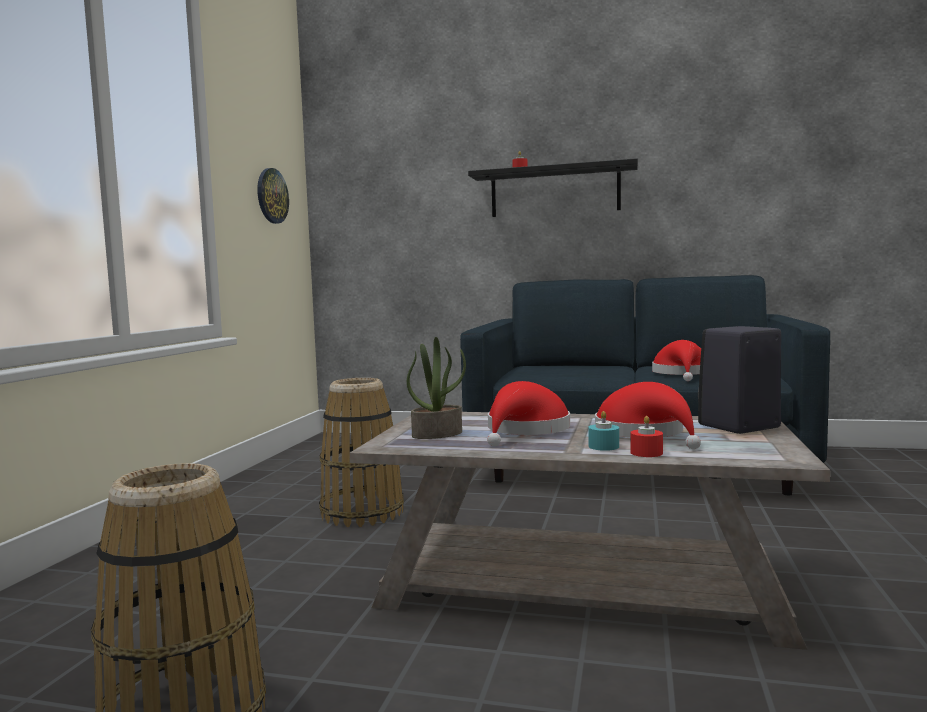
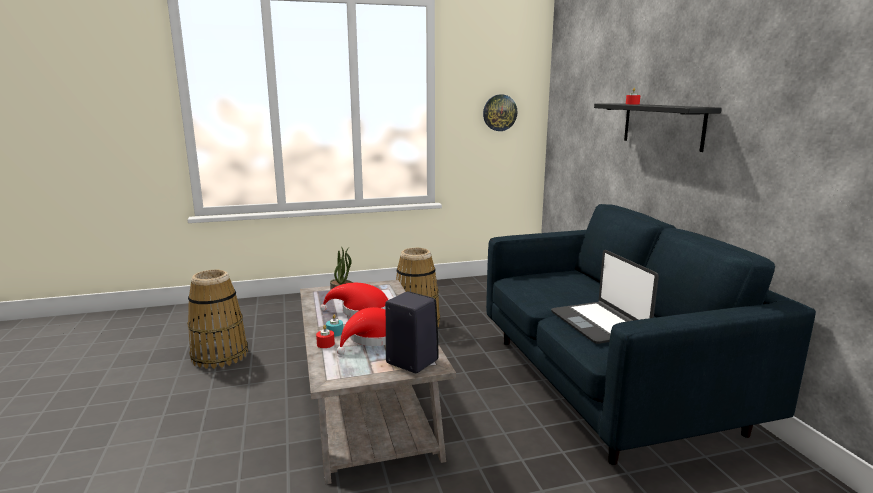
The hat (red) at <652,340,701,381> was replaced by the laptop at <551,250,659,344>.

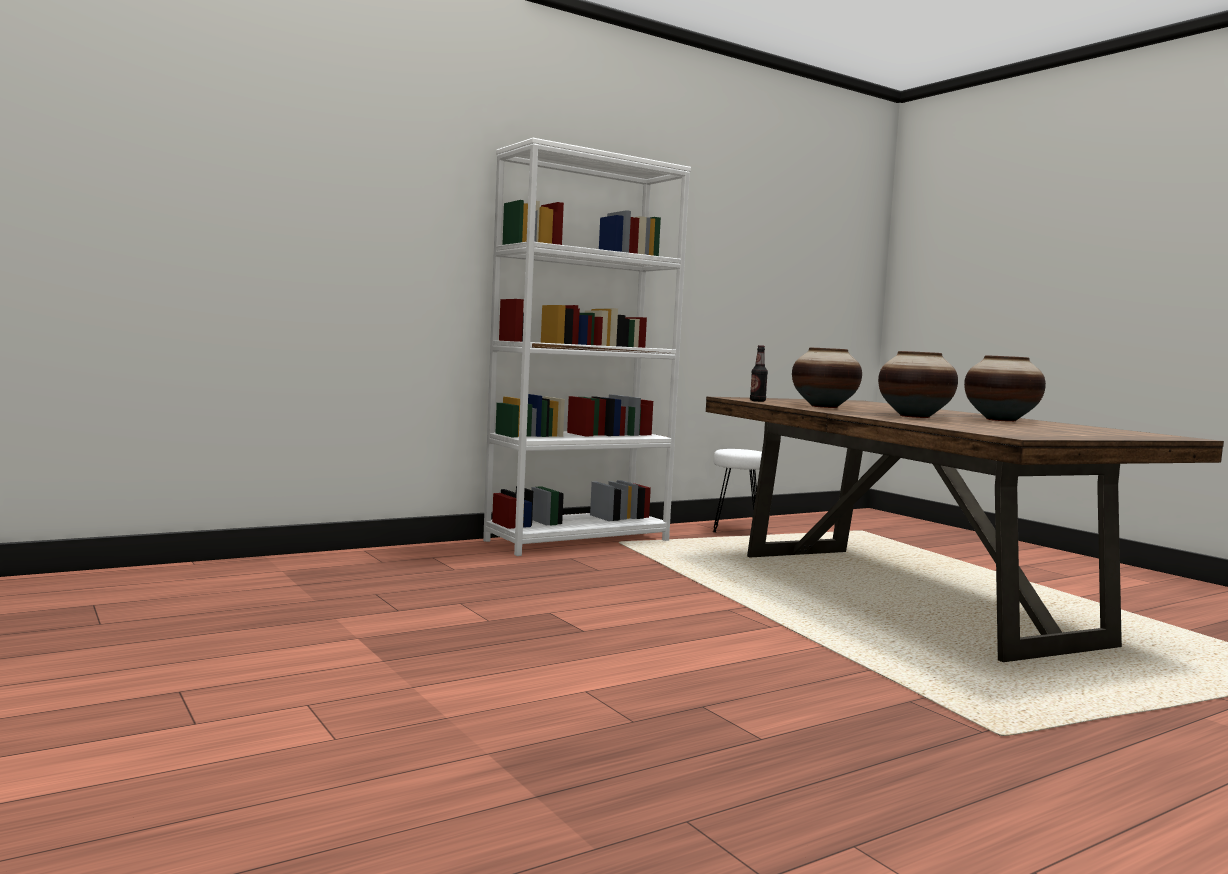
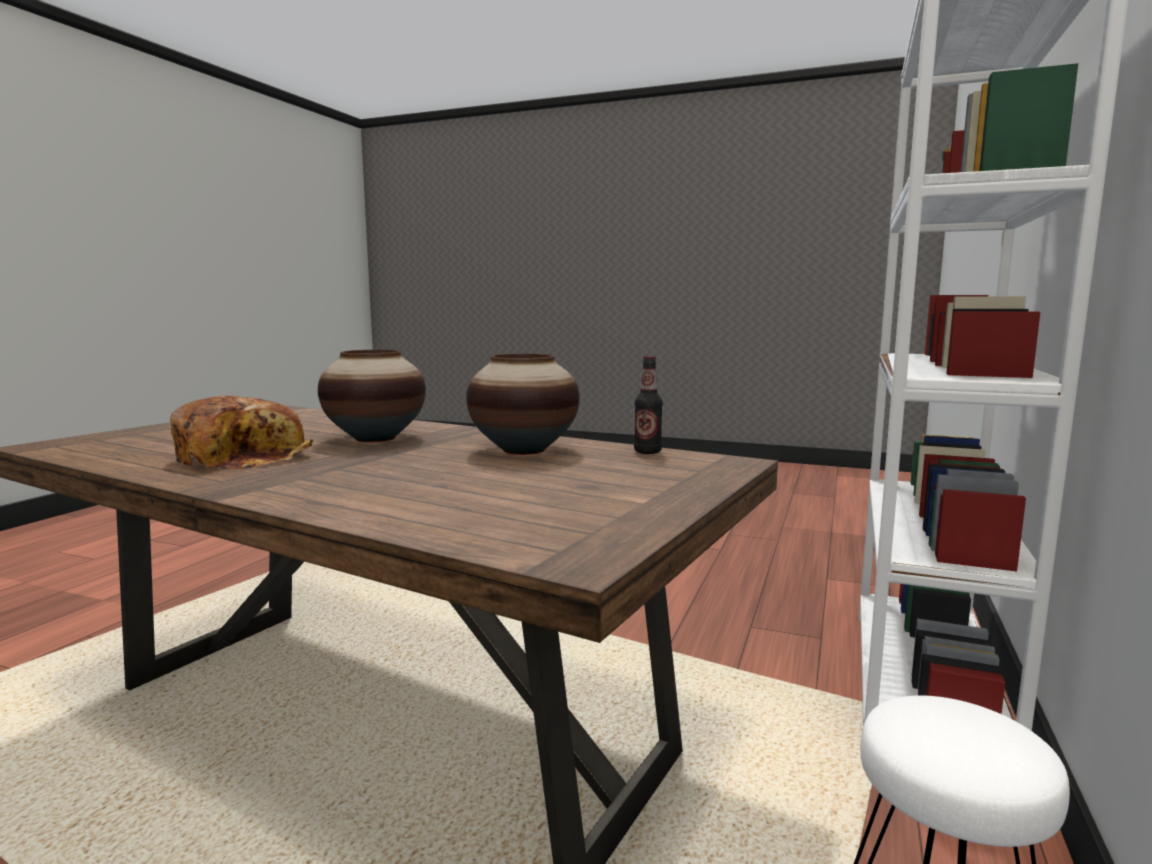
The vase at <964,355,1046,422> was replaced by the bread at <170,396,313,470>.

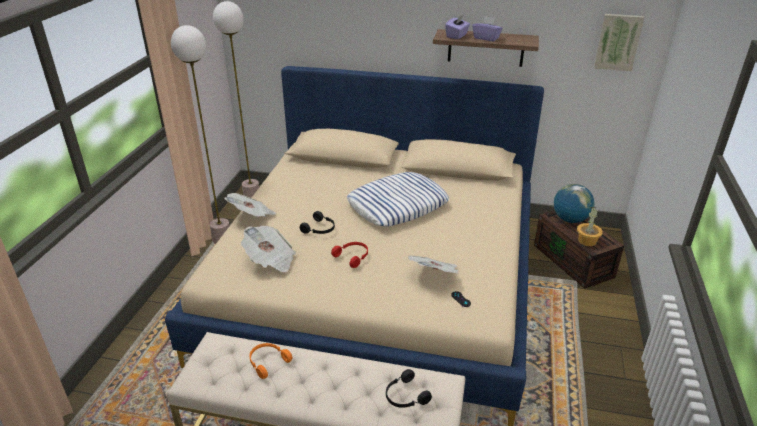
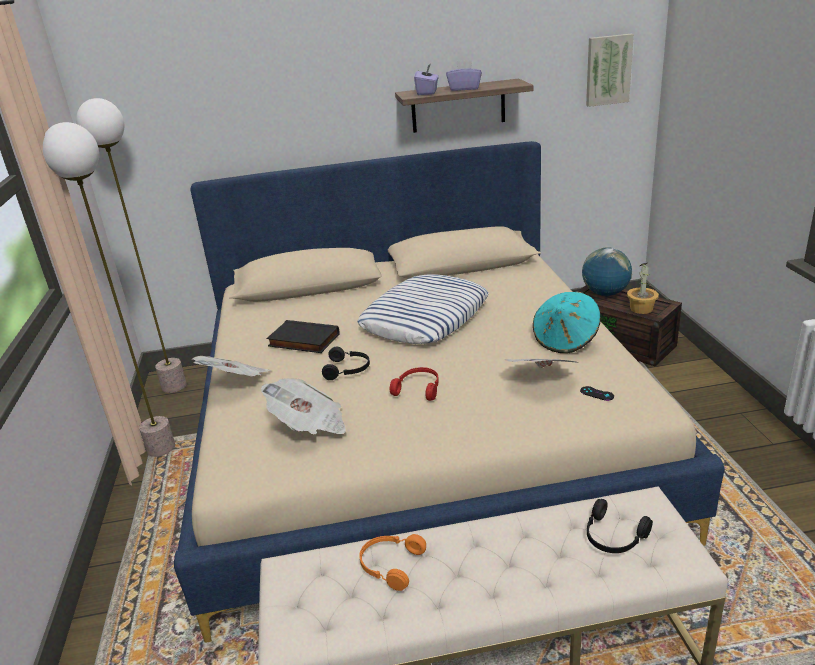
The hat (turquoise) at <533,291,601,353> appeared.
The book (black) at <266,320,340,353> appeared.

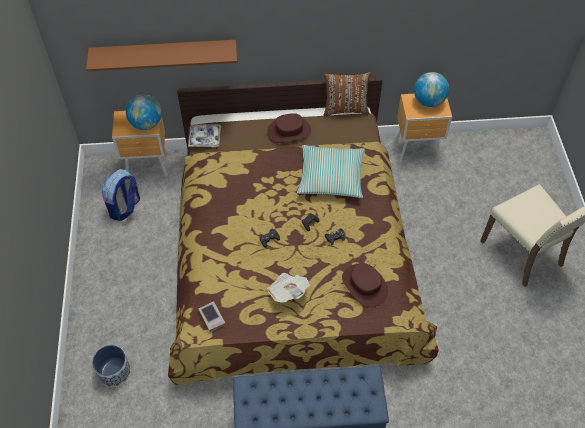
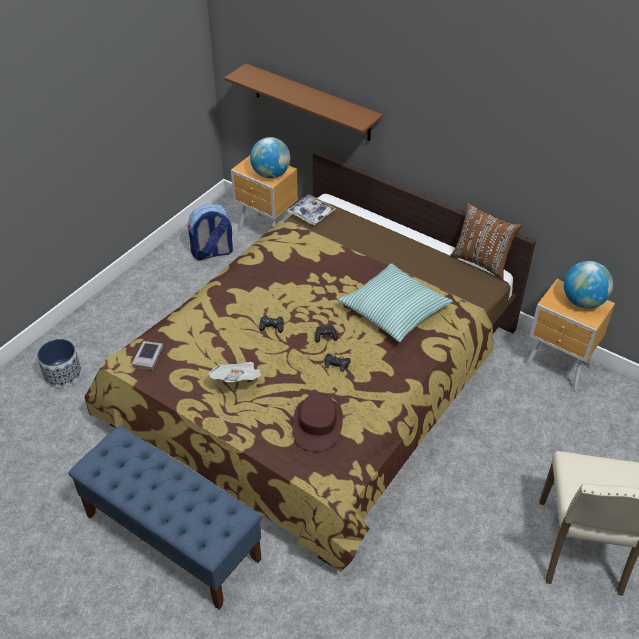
The hat (brown) at <267,113,311,143> disappeared.

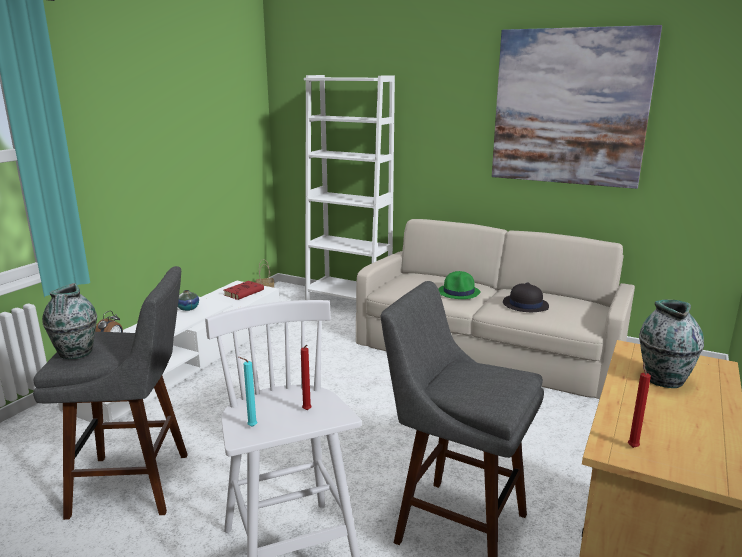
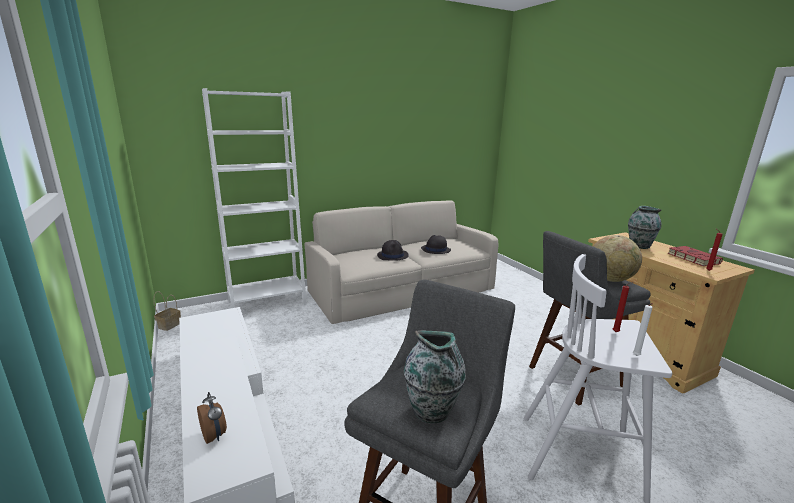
The picture at <492,25,662,189> disappeared.
The hat (green) at <438,271,481,299> became the hat (black) at <377,240,409,261>.
The book (red) moved from <224,281,264,300> to <668,246,723,266>.
The vase at <178,290,199,311> disappeared.
The candle (turquoise) at <239,357,257,427> became the candle (white) at <633,303,653,356>.
The globe at <593,235,642,282> appeared.

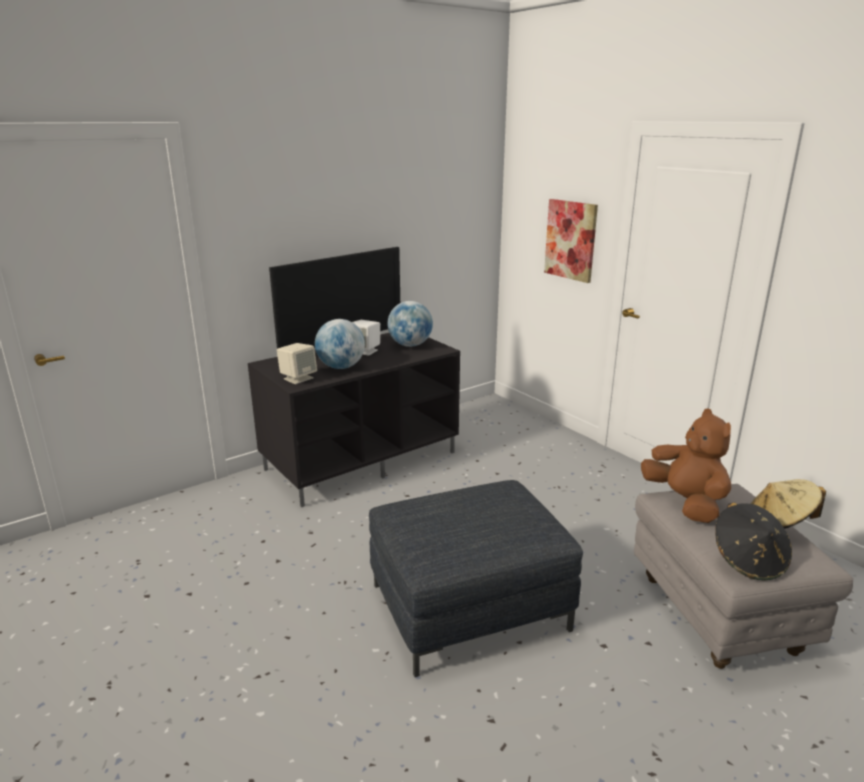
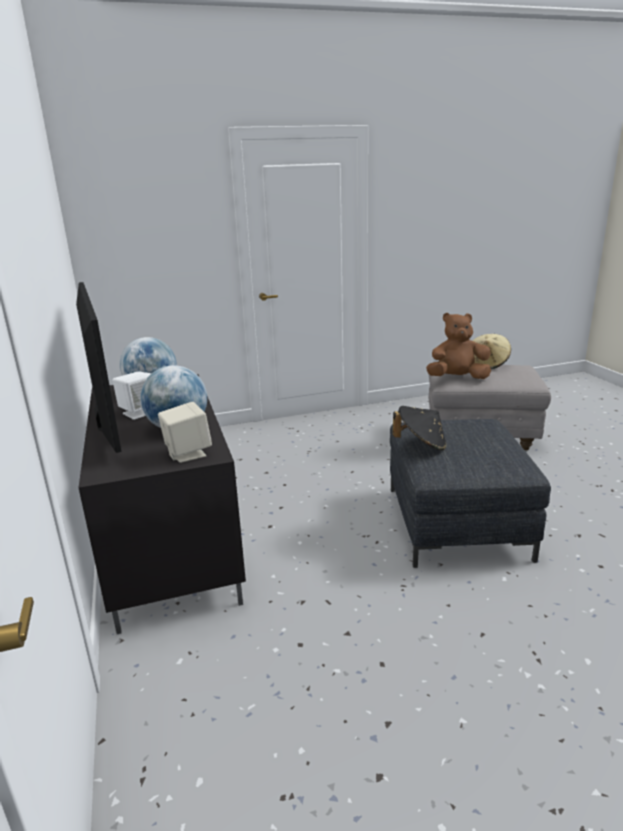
The picture at <544,199,598,283> disappeared.
The hat (black) moved from <715,503,792,581> to <392,406,446,450>.

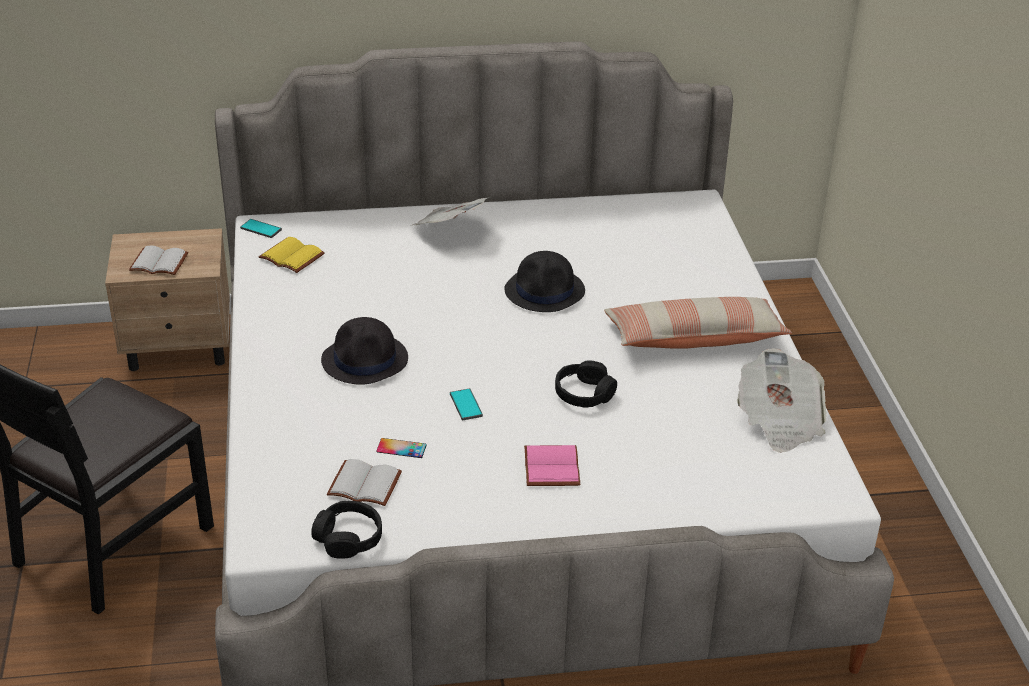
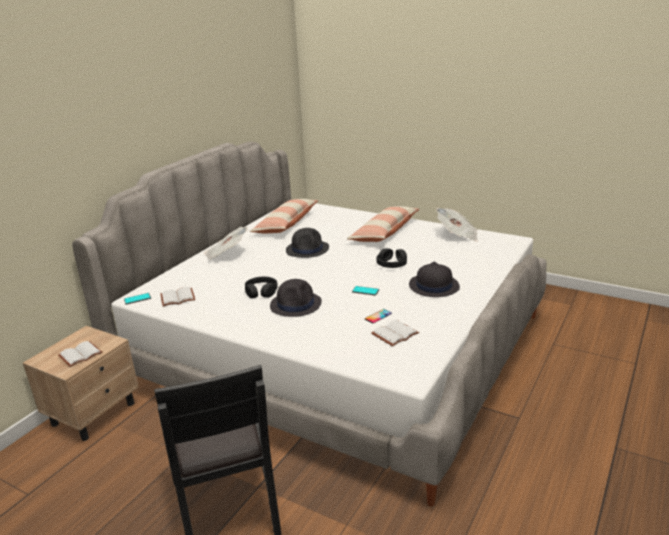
The book (yellow) at <258,237,325,273> became the book (white) at <160,287,195,307>.
The book (pink) at <524,445,580,486> was replaced by the hat (black) at <409,262,460,297>.
The headphones (black) moved from <311,501,382,559> to <245,276,277,298>.
The pillow at <250,199,318,233> appeared.

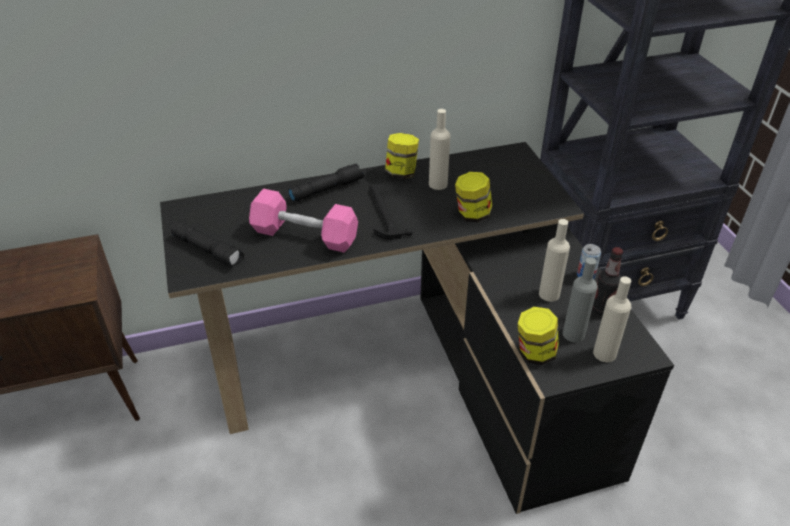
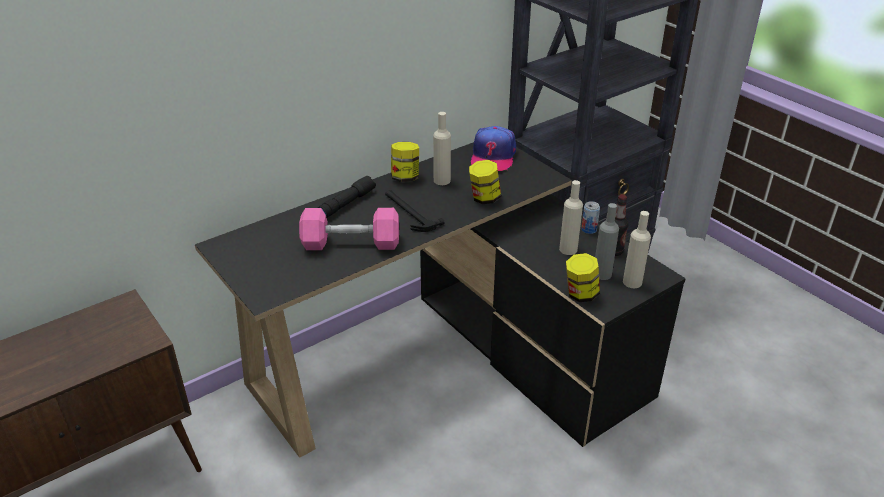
The flashlight (black) at <171,221,244,268> disappeared.
The cap at <471,126,516,171> appeared.

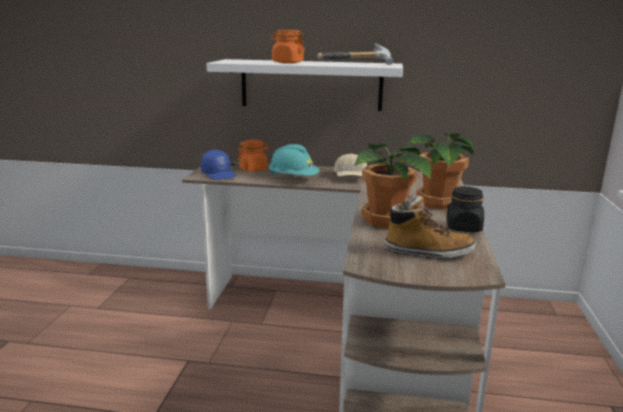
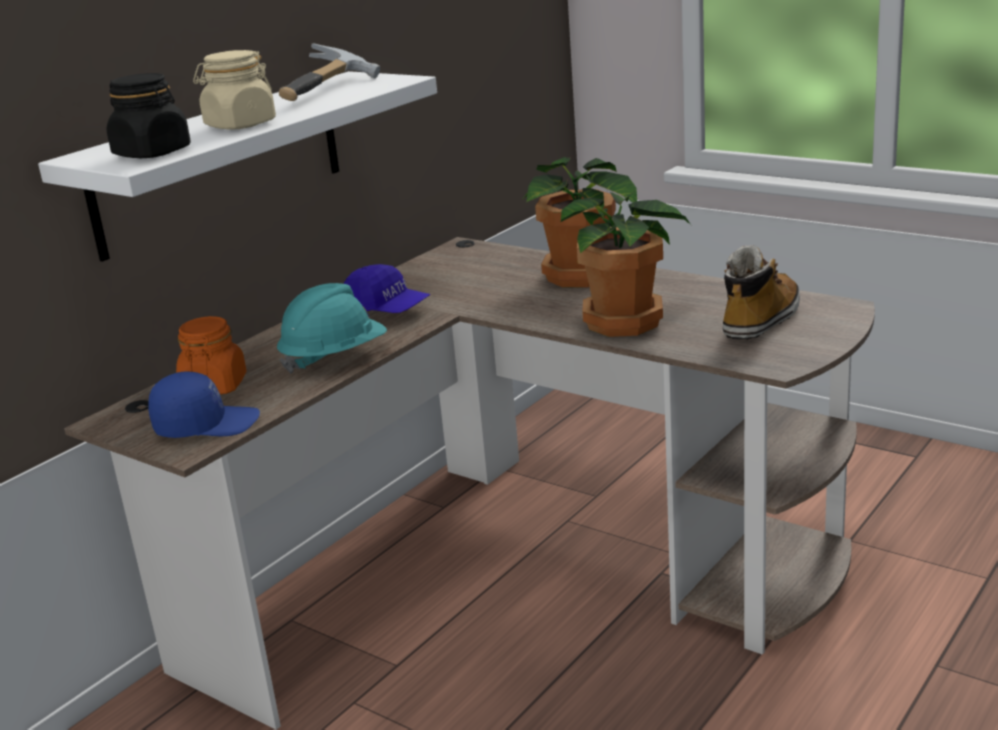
The jar (orange) at <271,30,305,64> became the jar (beige) at <193,50,276,130>.
The cap (beige) at <334,153,367,176> became the cap (blue) at <343,264,430,313>.
The jar (black) moved from <446,186,484,232> to <107,73,191,158>.

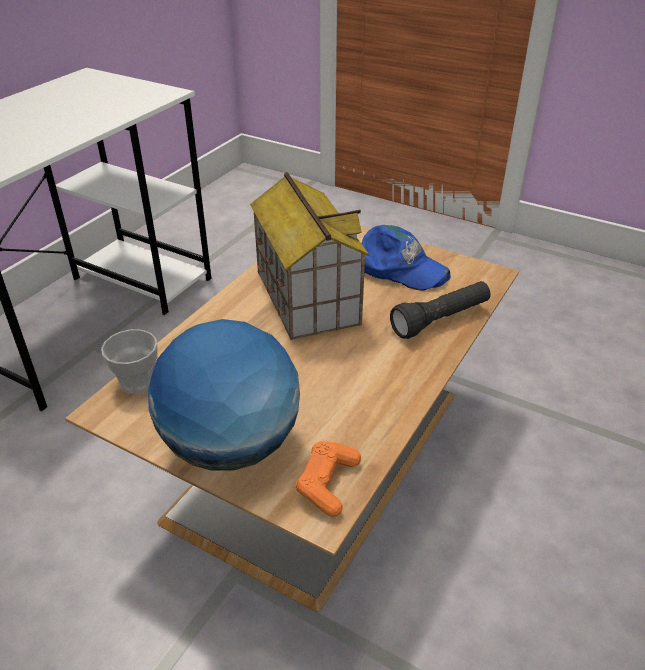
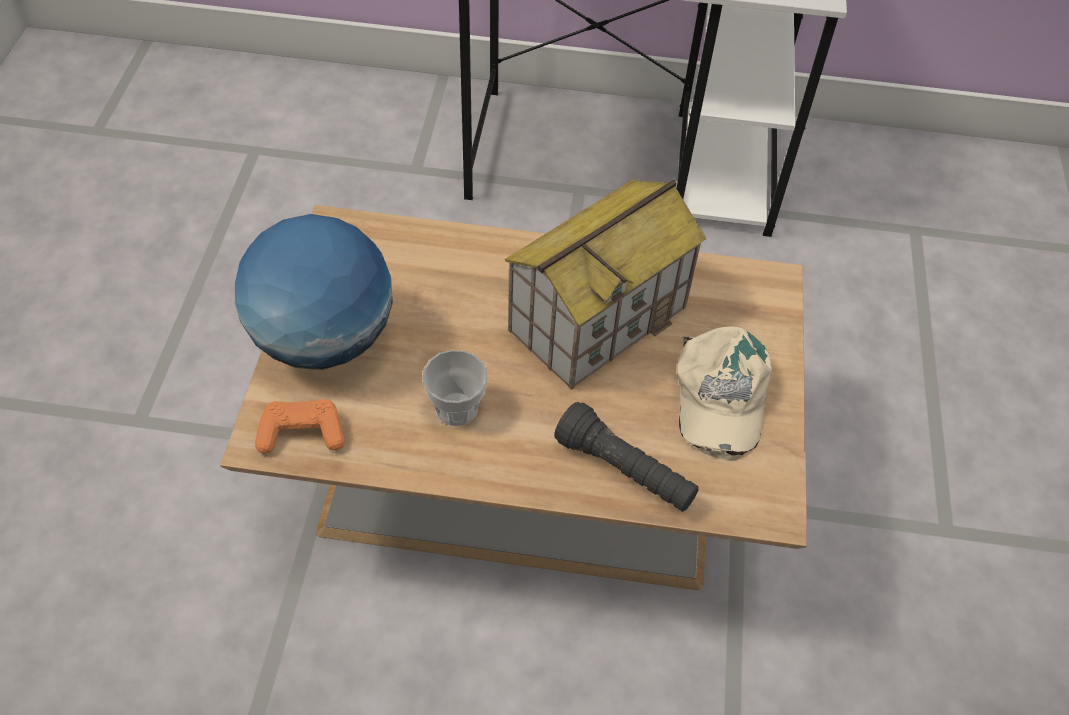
The cap (blue) at <362,225,451,291> became the cap (beige) at <677,326,772,461>.
The cup moved from <101,329,158,394> to <422,350,488,426>.

